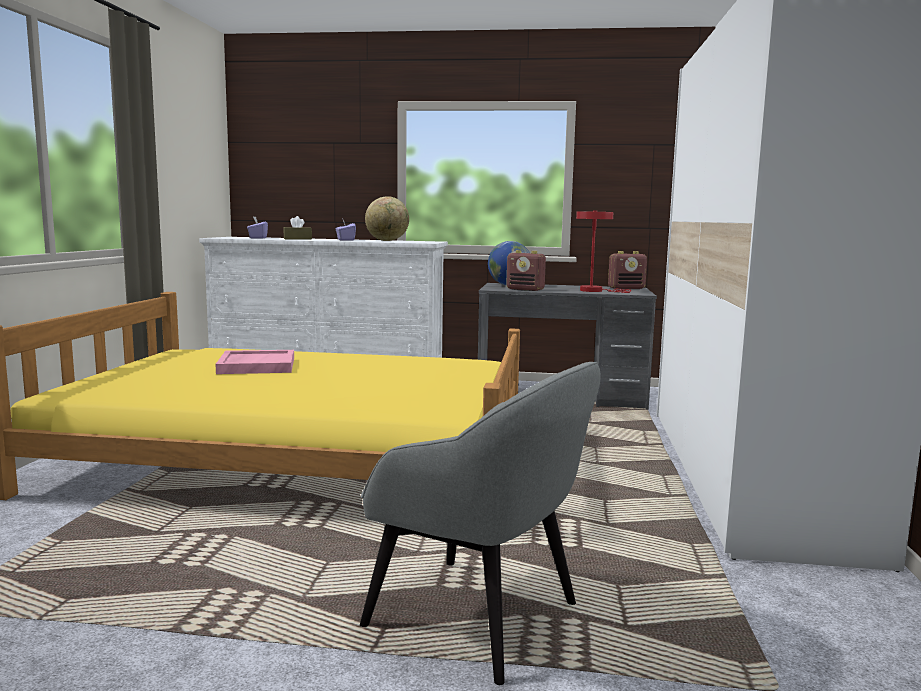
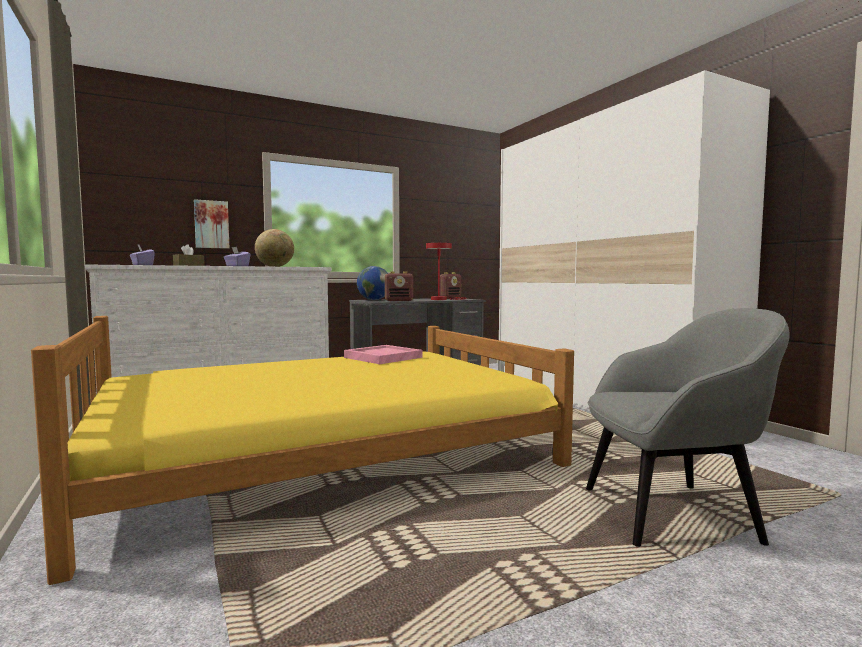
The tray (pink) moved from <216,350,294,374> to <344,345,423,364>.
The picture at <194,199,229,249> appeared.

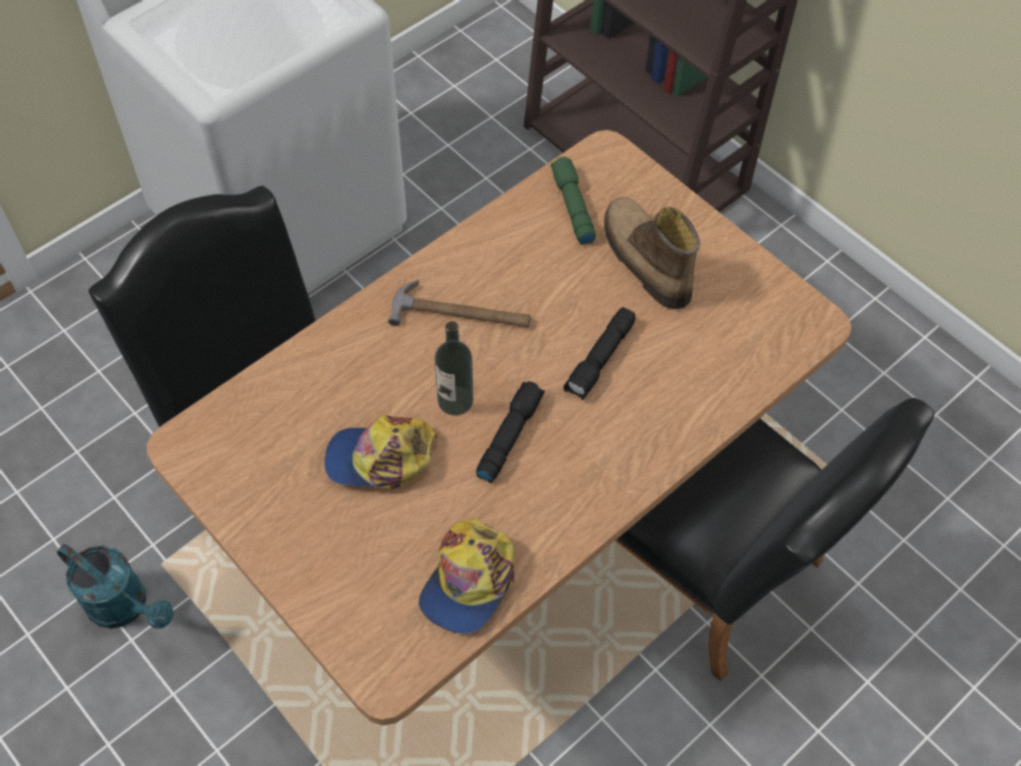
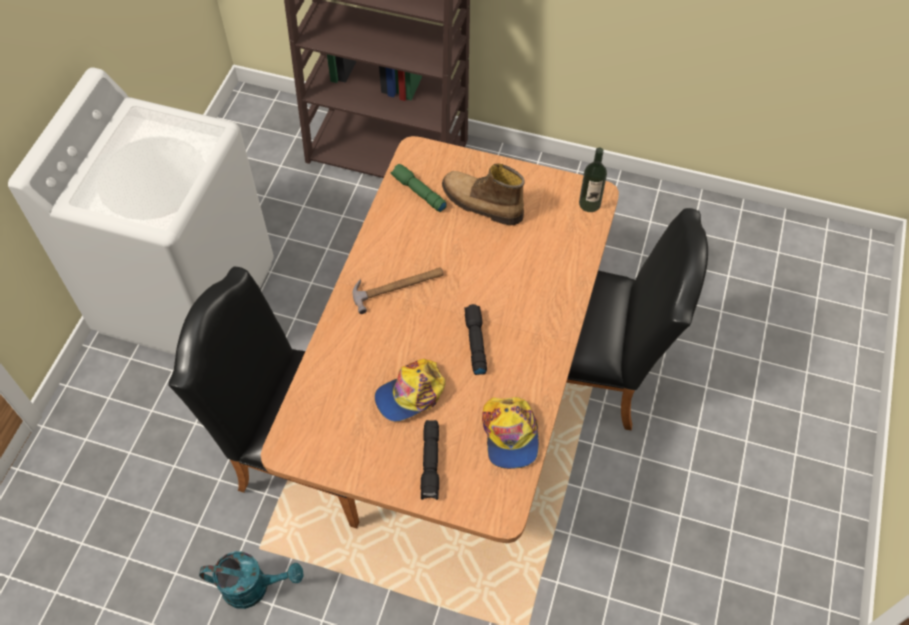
The flashlight (black) moved from <563,307,636,400> to <421,420,439,500>.
The bottle moved from <435,321,473,416> to <579,148,607,212>.

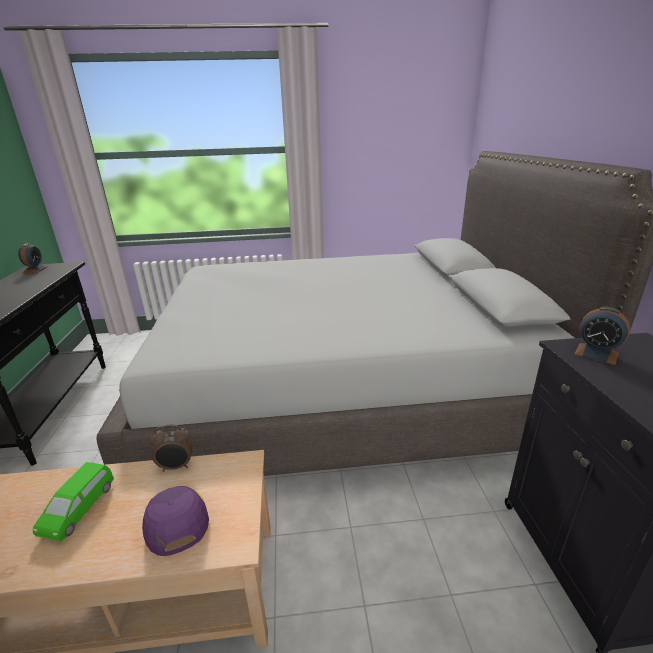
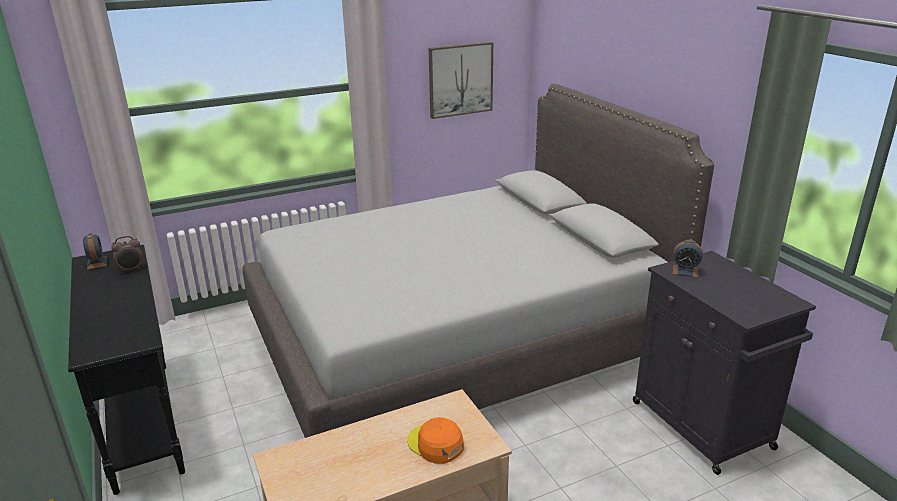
The alarm clock moved from <150,424,193,472> to <111,236,142,273>.
The toy car (green) at <33,462,114,542> disappeared.
The cap (purple) at <142,486,209,556> became the cap (orange) at <407,417,464,464>.
The picture at <428,42,493,119> appeared.

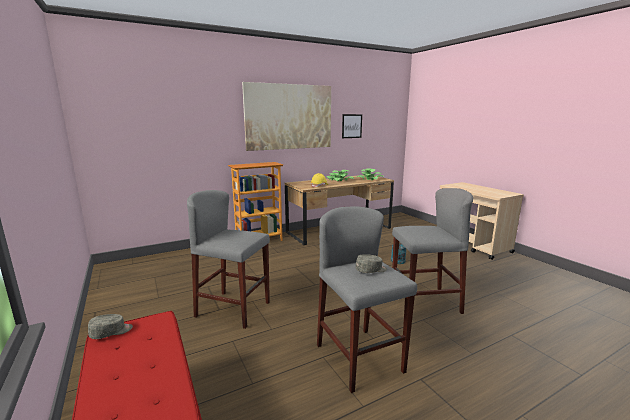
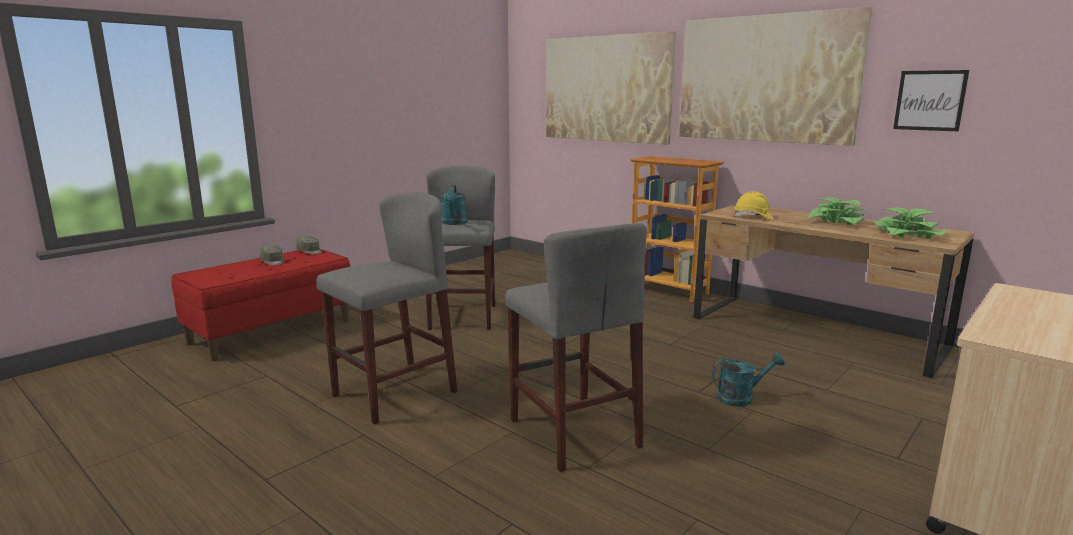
The cap (grey) moved from <355,254,387,273> to <260,244,284,266>.
The picture at <546,31,676,145> appeared.
The watering can (turquoise) at <441,185,467,225> appeared.

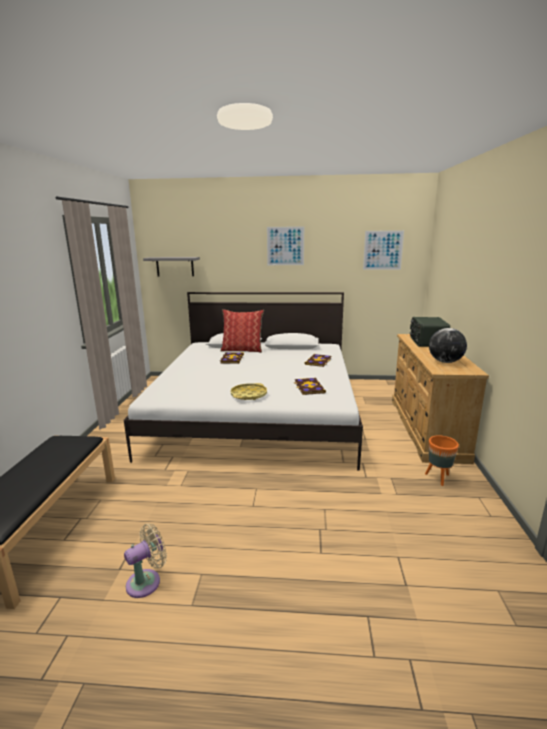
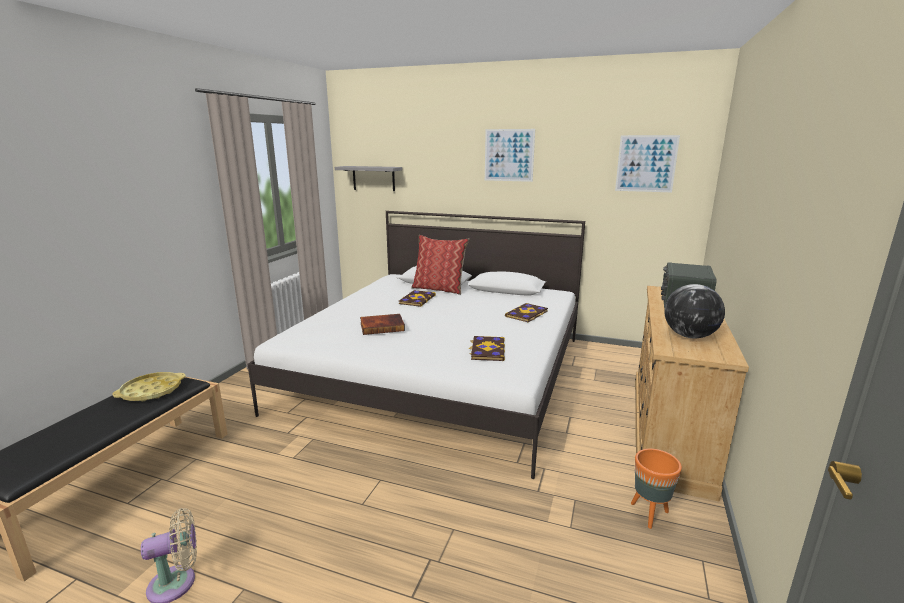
The tray (yellow) moved from <231,383,267,400> to <112,372,186,401>.
The book at <360,314,405,335> appeared.

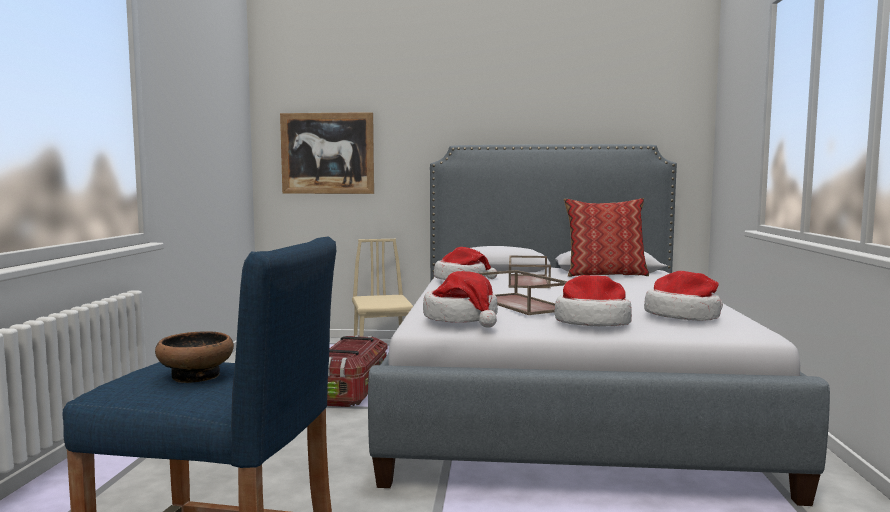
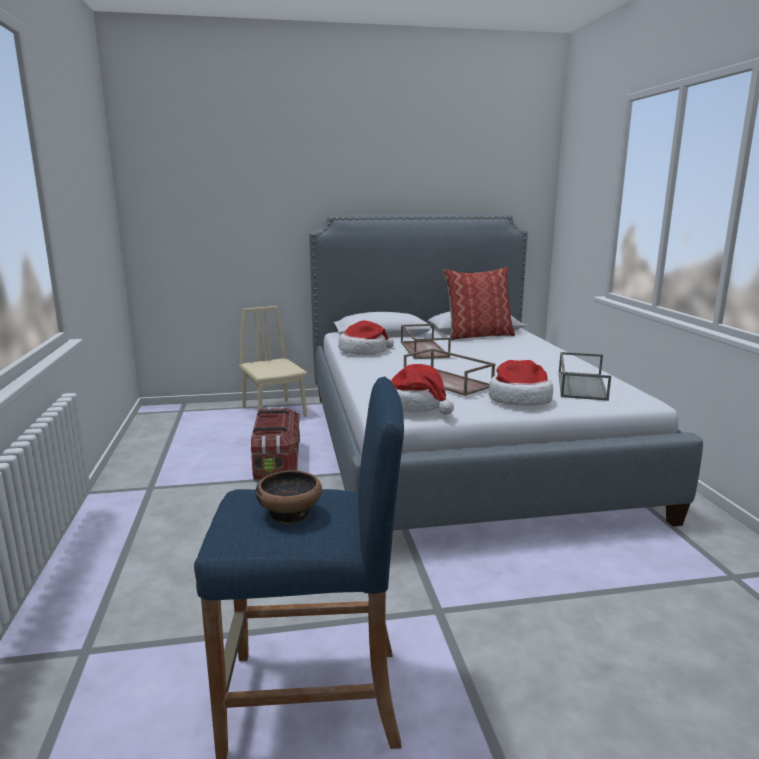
The picture at <280,112,374,194> disappeared.
The hat at <644,271,723,321> was replaced by the tray (grey) at <559,352,611,401>.

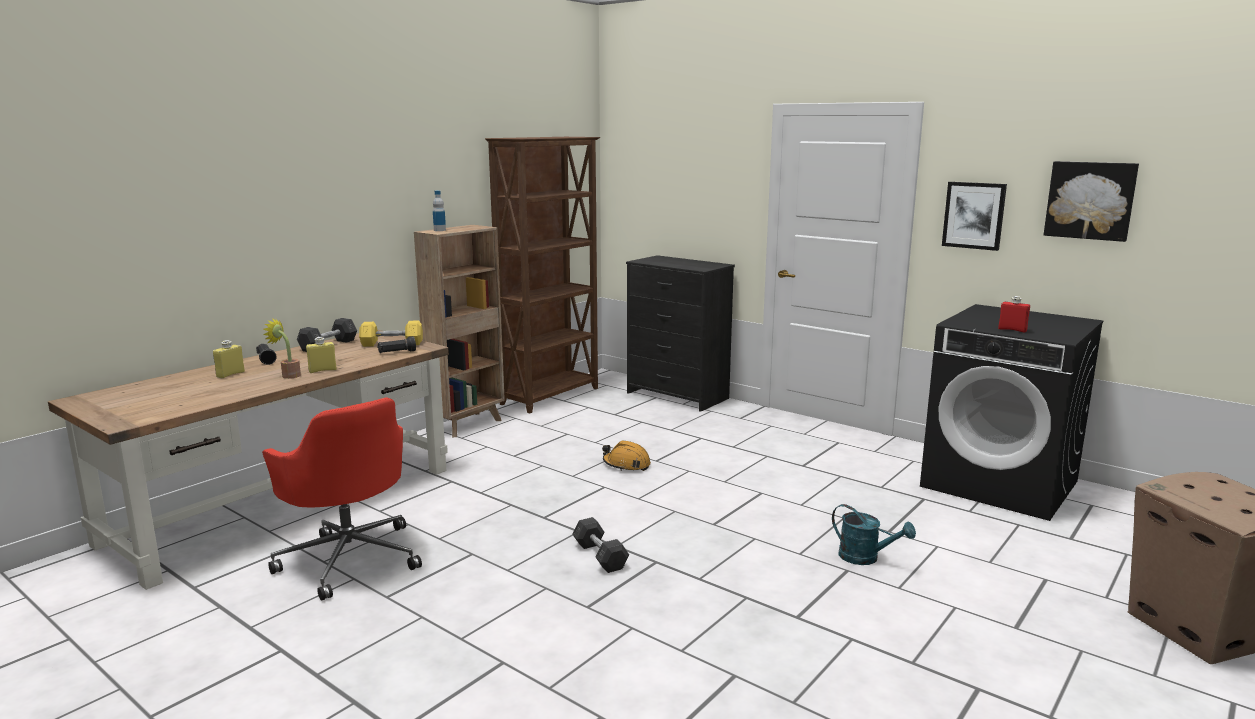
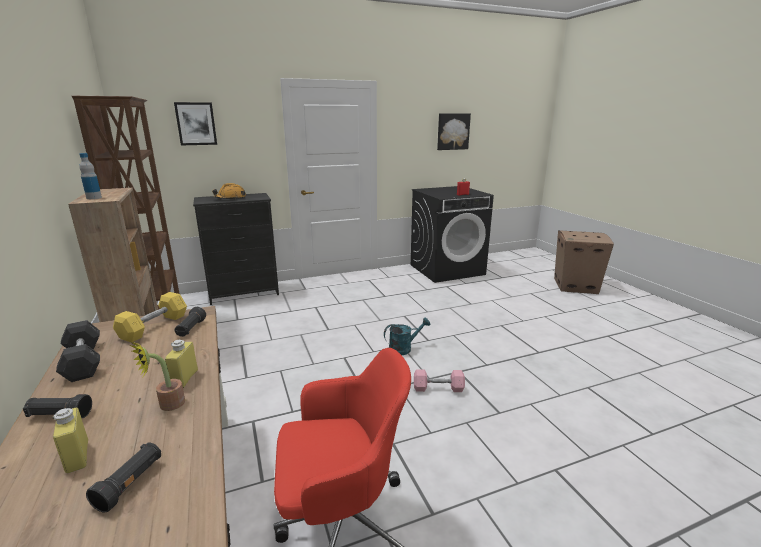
The picture moved from <942,182,1007,251> to <174,102,217,145>.
The hard hat (orange) moved from <602,441,651,471> to <212,183,246,199>.
The watering can (turquoise) moved from <832,504,916,565> to <384,318,430,355>.
The dumbbell (grey) at <573,517,629,573> became the dumbbell (pink) at <414,369,465,392>.
The flashlight (black) at <86,442,161,513> appeared.

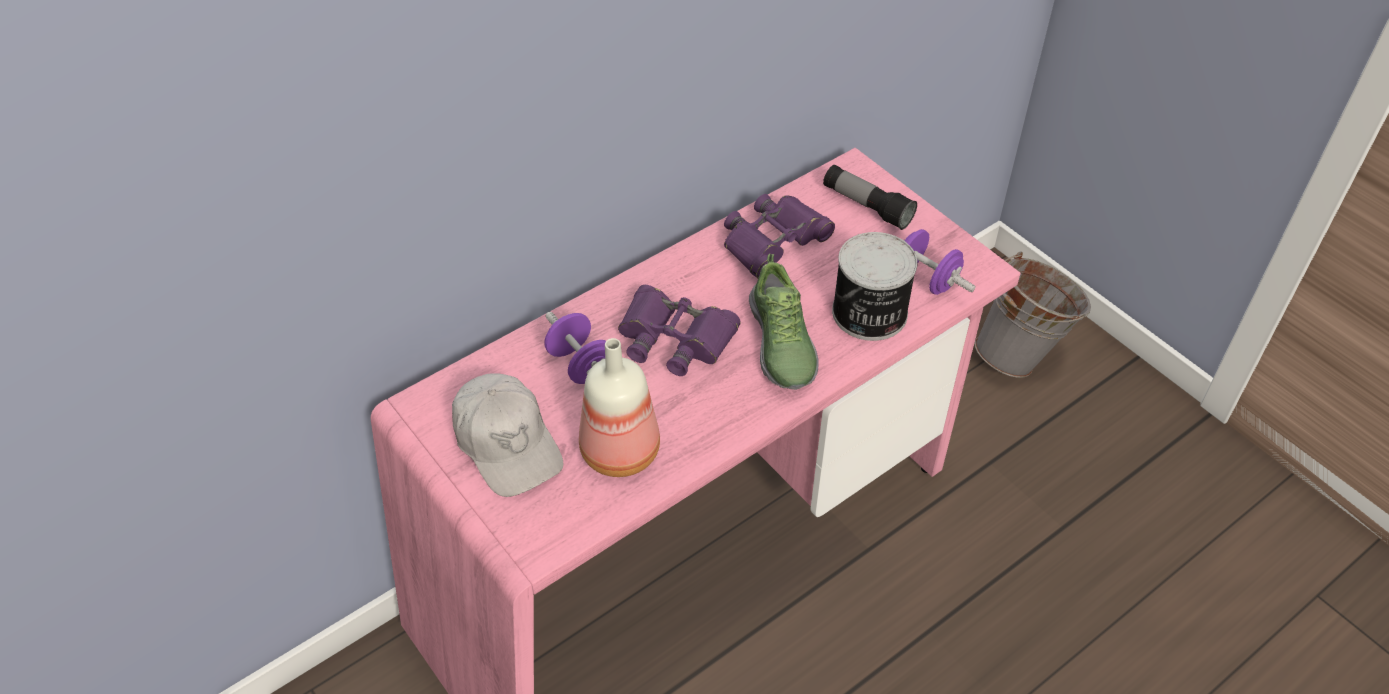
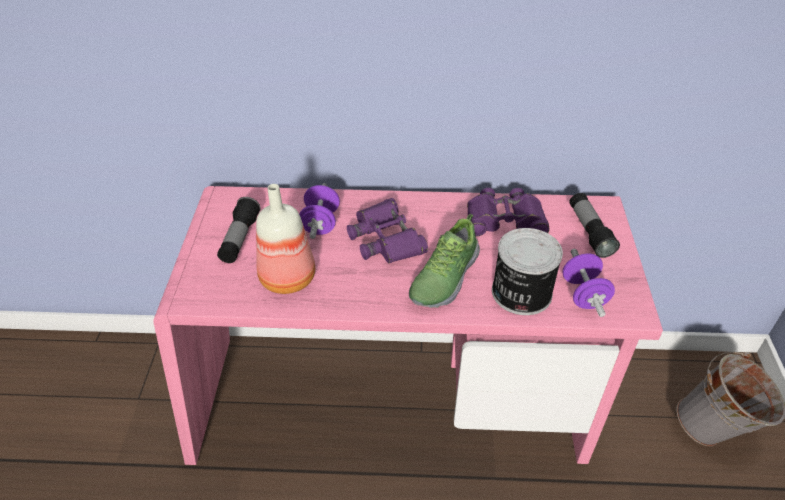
The cap (white) at <452,373,563,497> was replaced by the flashlight at <217,197,261,263>.

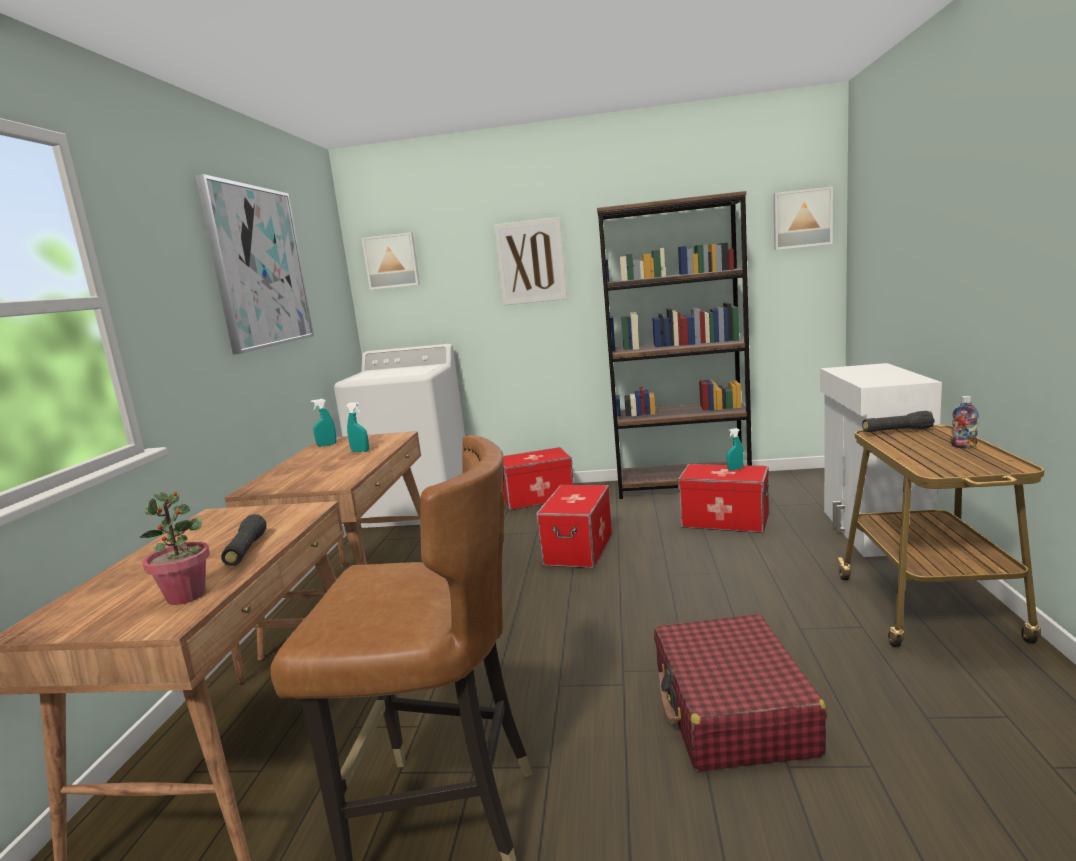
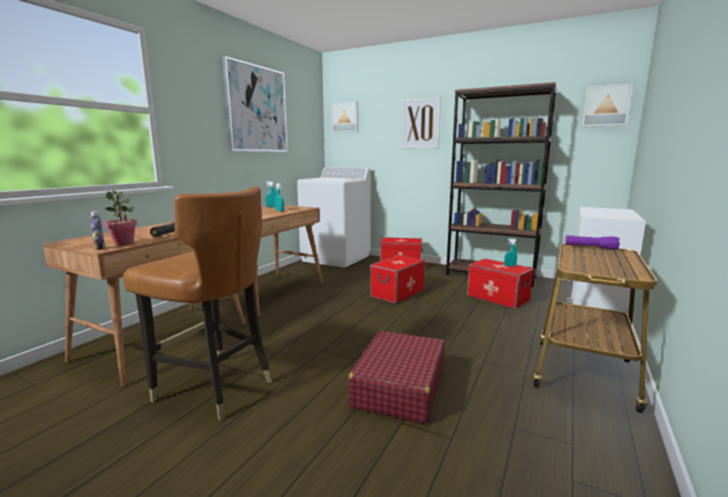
The bottle moved from <951,396,979,449> to <90,211,105,250>.
The flashlight (black) at <862,411,935,432> became the flashlight (purple) at <565,235,620,250>.

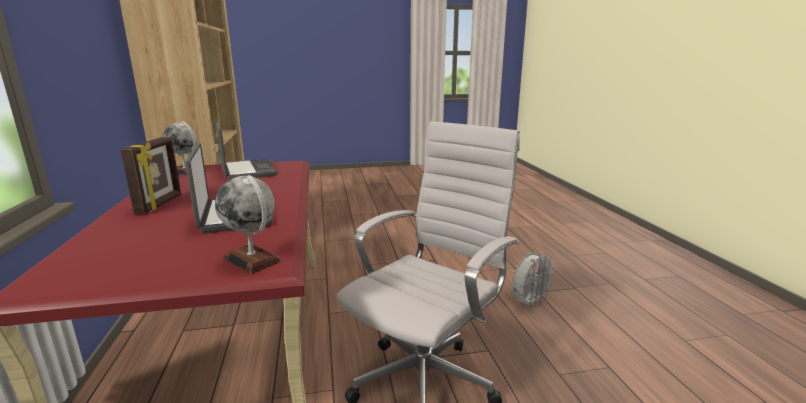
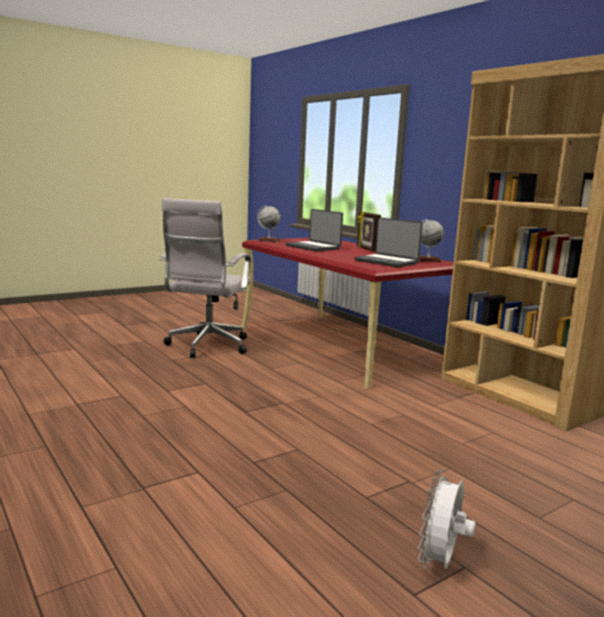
The fan (white) moved from <512,252,556,309> to <418,469,476,569>.

